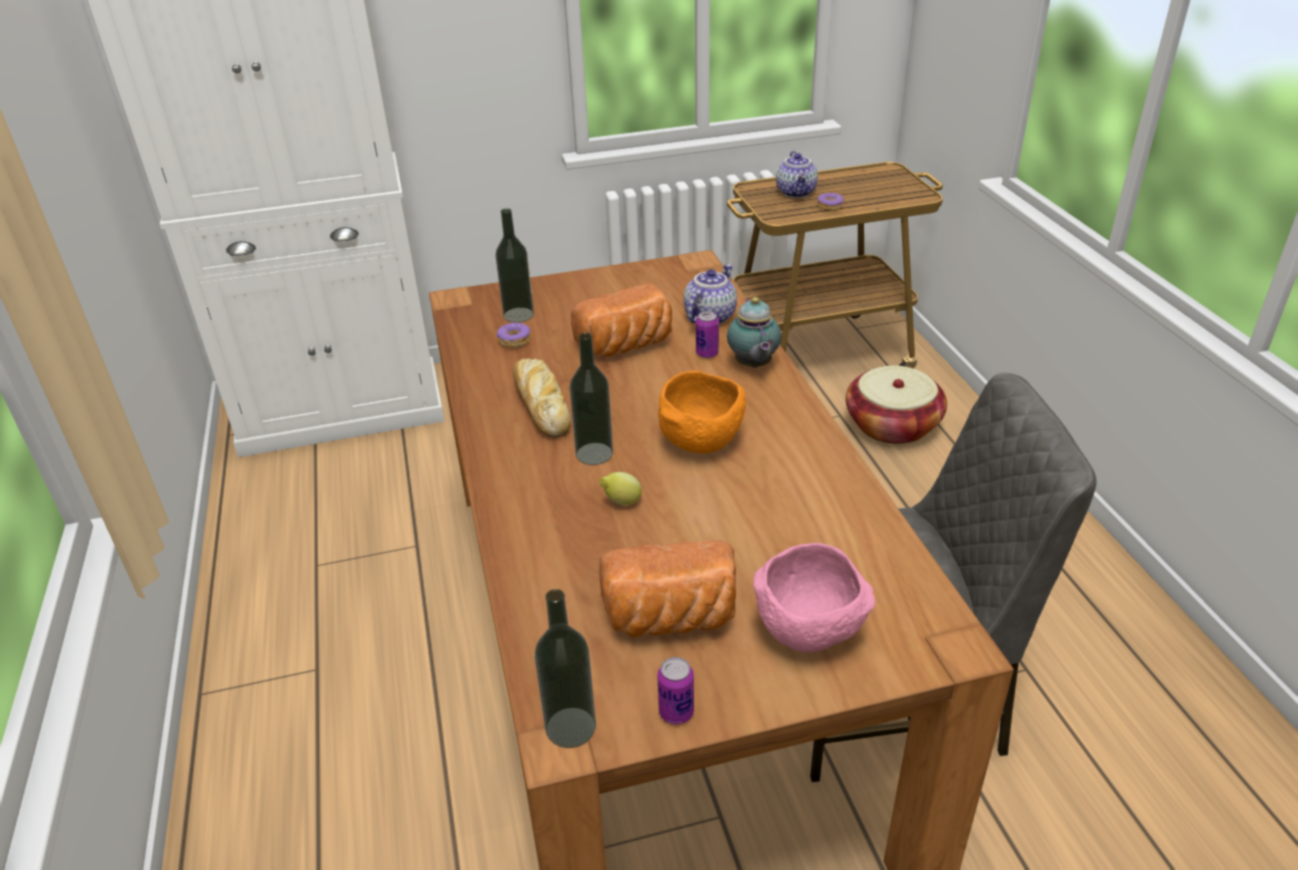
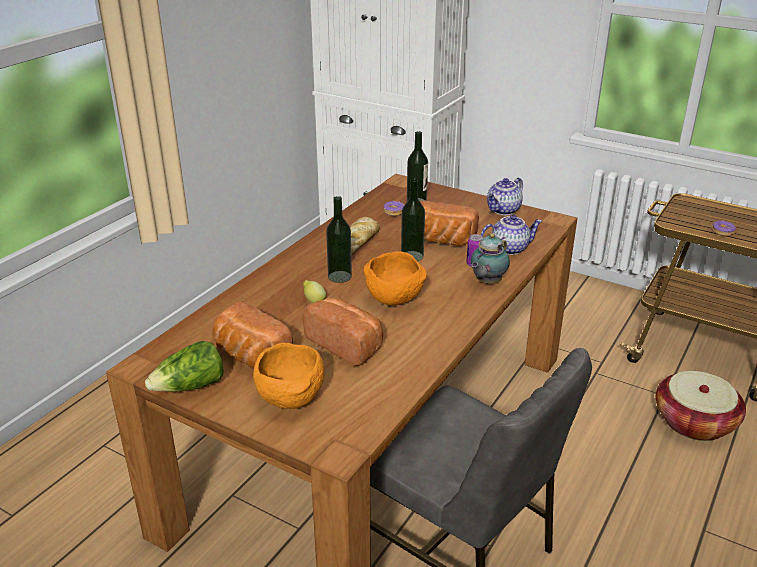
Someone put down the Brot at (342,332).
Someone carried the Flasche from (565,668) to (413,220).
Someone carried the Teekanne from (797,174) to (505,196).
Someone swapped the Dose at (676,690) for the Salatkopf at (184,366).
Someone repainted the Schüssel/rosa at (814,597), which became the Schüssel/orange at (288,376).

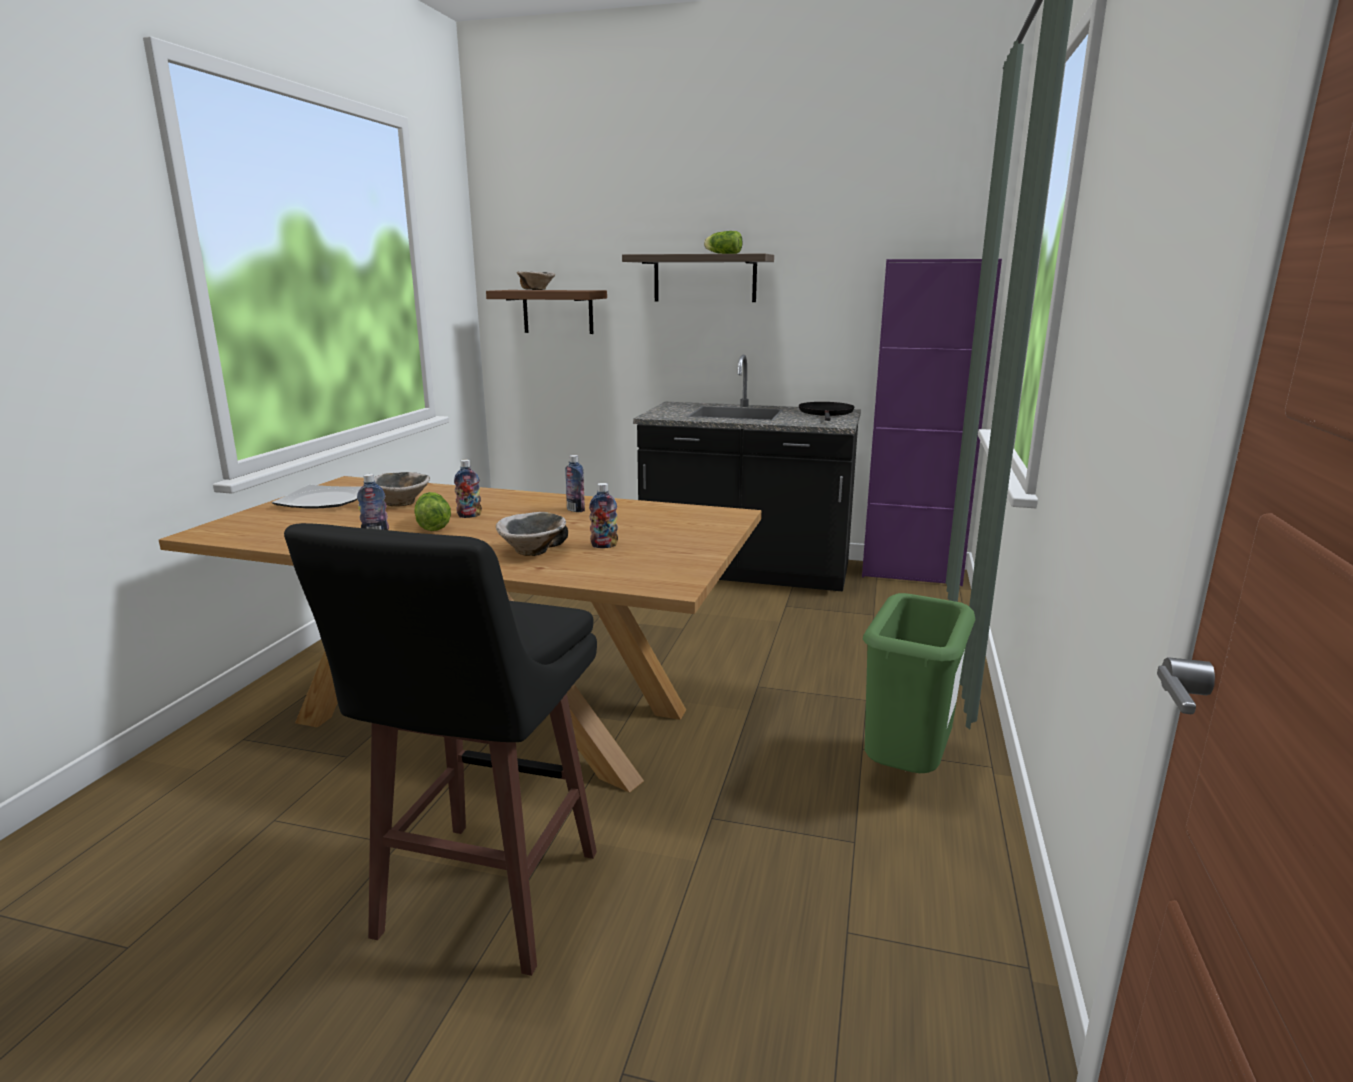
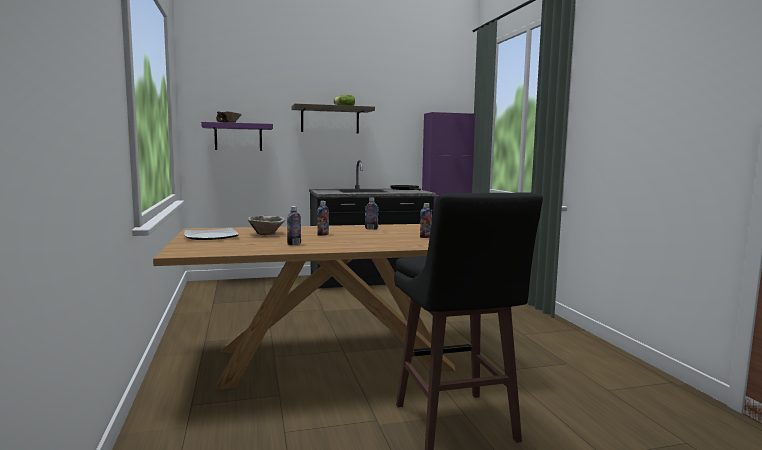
Someone took away the Salatkopf at (433,511).
Someone took away the Schüssel at (532,534).
Someone took away the Mülleimer/grün at (919,683).
Someone repainted the Wandregal/braun at (546,312), which became the Wandregal/lila at (237,136).

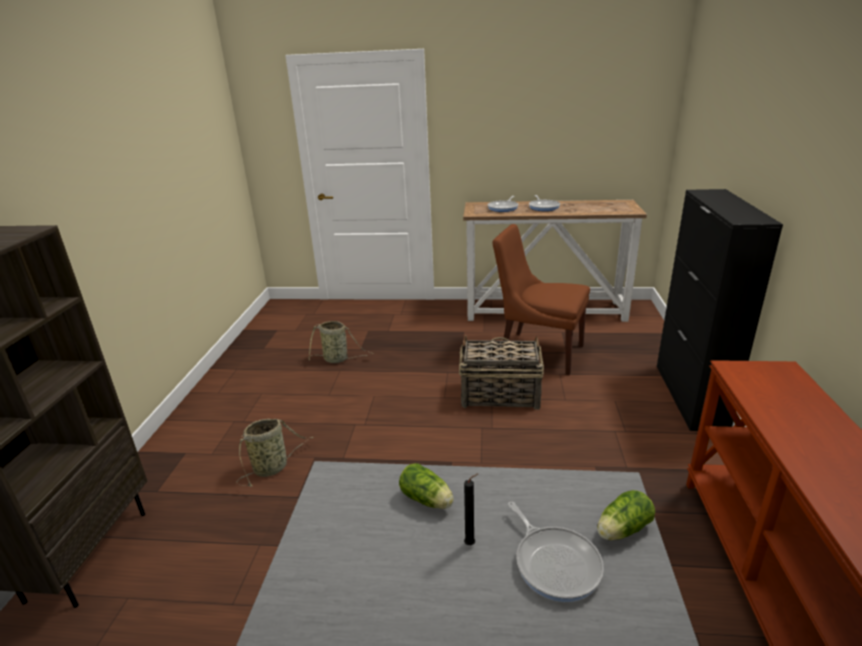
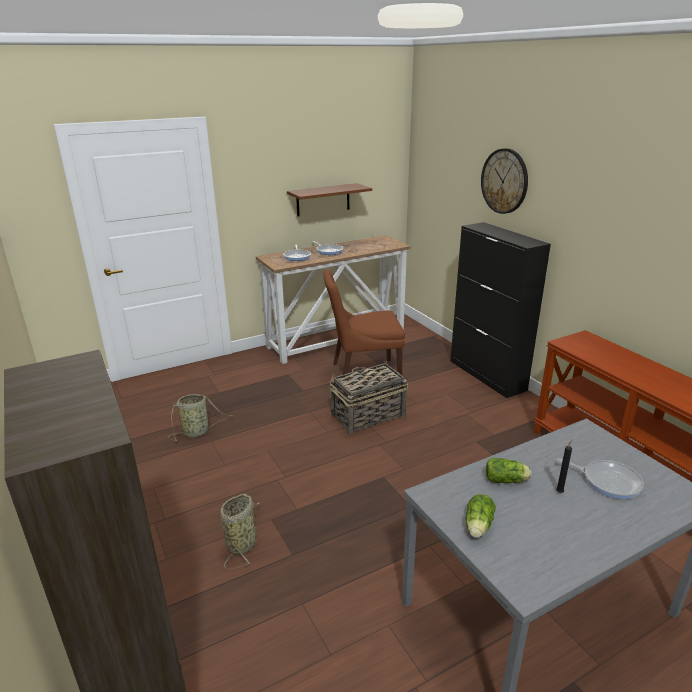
Someone put up the Wandregal/braun at (329,199).
Someone put up the Wanduhr at (504,181).
Someone carried the Salatkopf from (626,515) to (481,516).

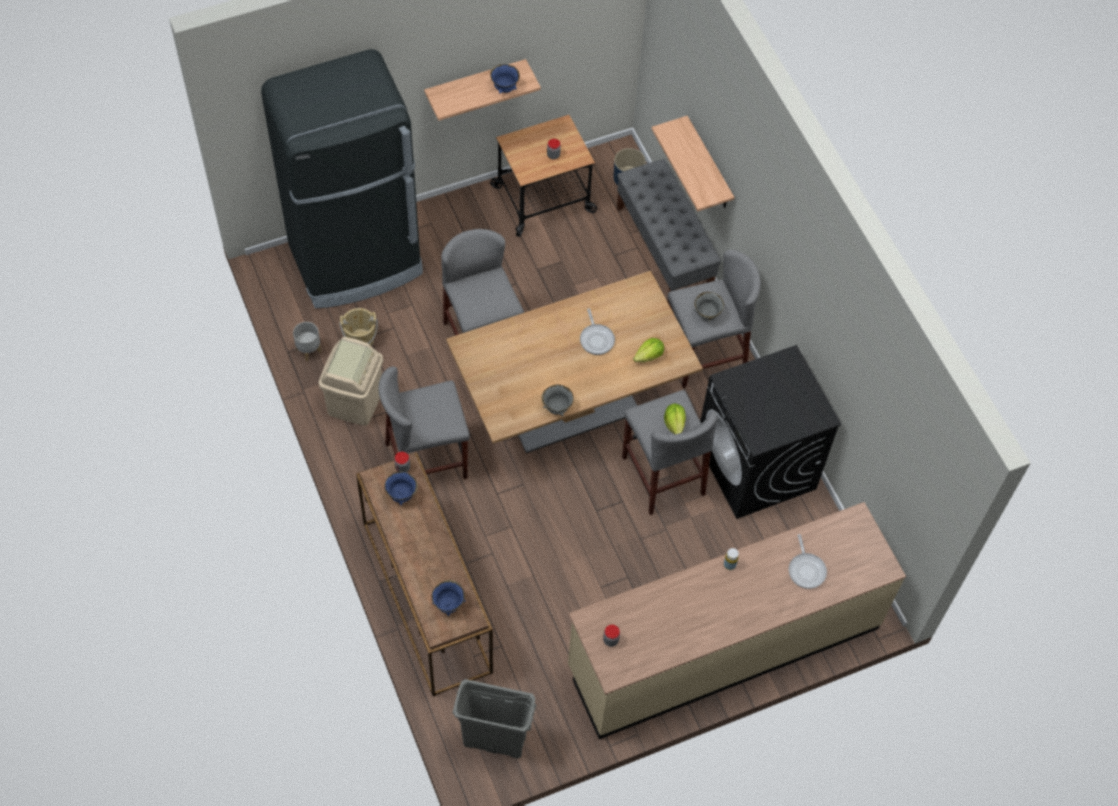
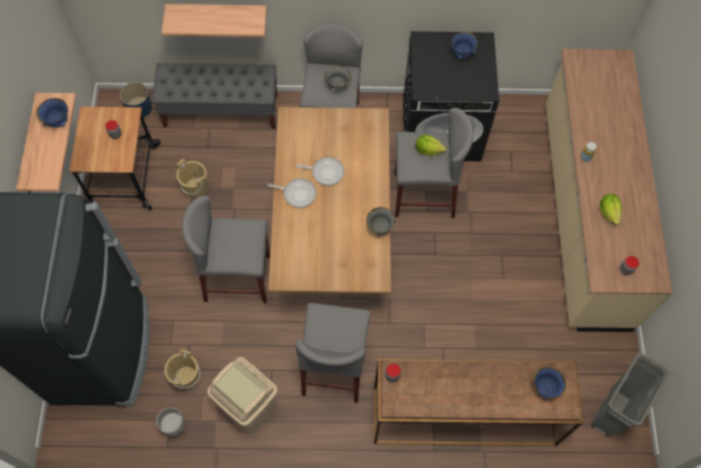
Someone put down the Eimer/beige at (191,178).
Someone carried the Schüssel/blau from (401,488) to (464,45).
Someone carried the Salatkopf from (648,350) to (611,209).
Someone carried the Pfanne from (808,561) to (291,193).

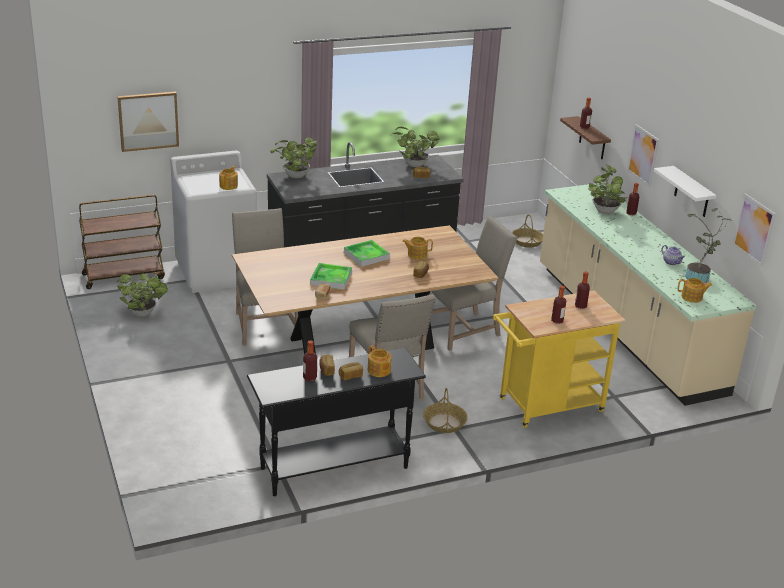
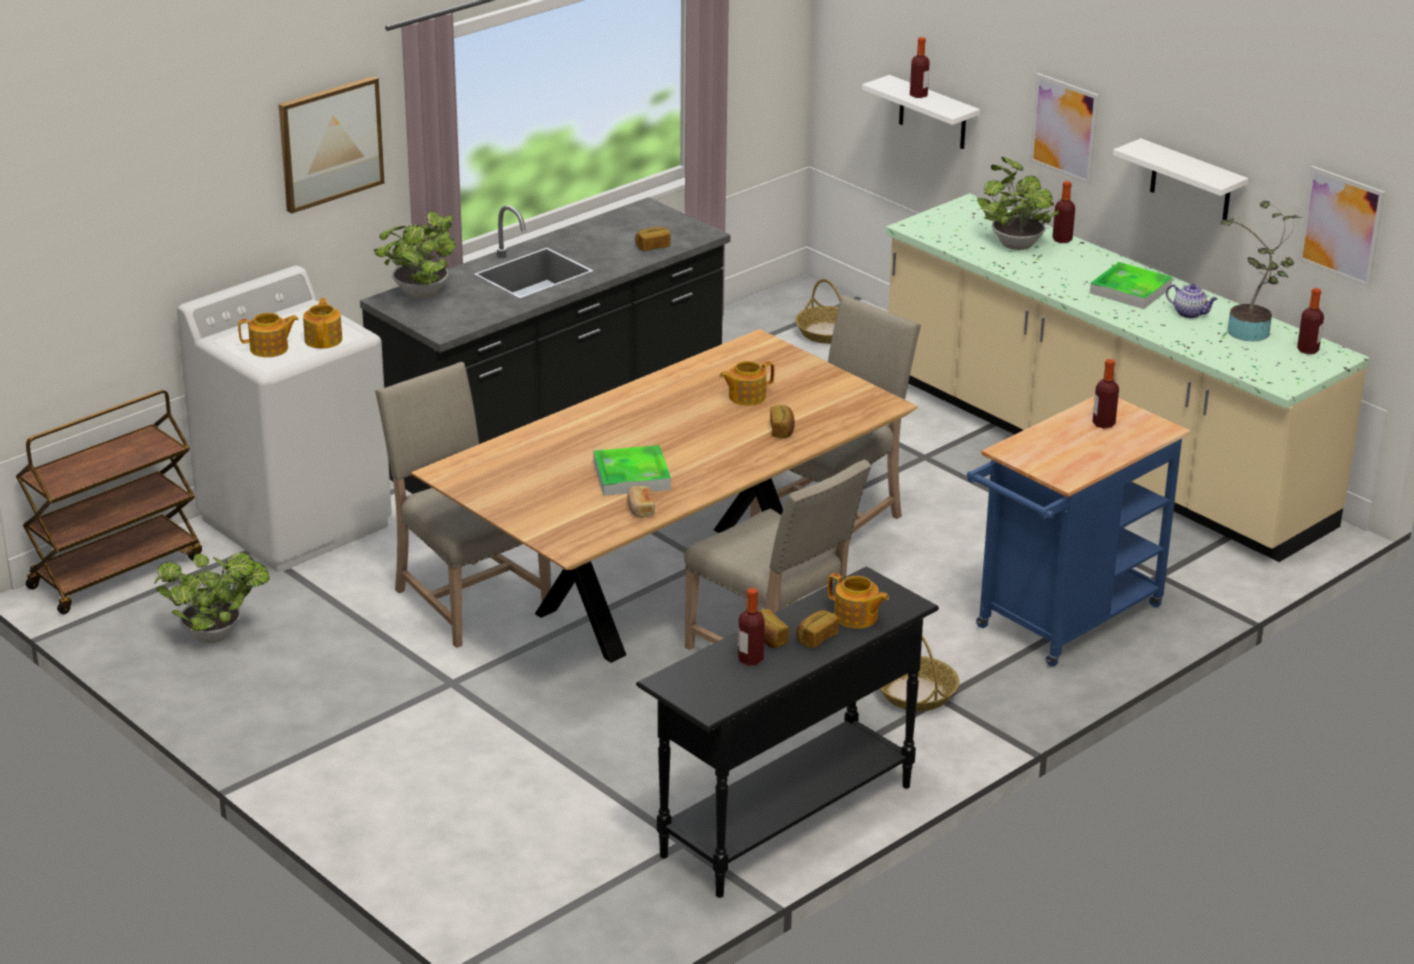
Someone took away the Topfpflanze at (415,147).
Someone carried the Bild from (148,122) to (331,145).
Someone carried the Tablett from (367,253) to (1131,285).
Someone carried the Flasche from (558,305) to (1310,321).
Someone carried the Teekanne from (695,290) to (268,335).
Someone repainted the Rollwagen/gelb at (559,359), which became the Rollwagen/blau at (1078,531).
Someone repainted the Wandregal/braun at (585,137), which became the Wandregal/weiß at (921,112).

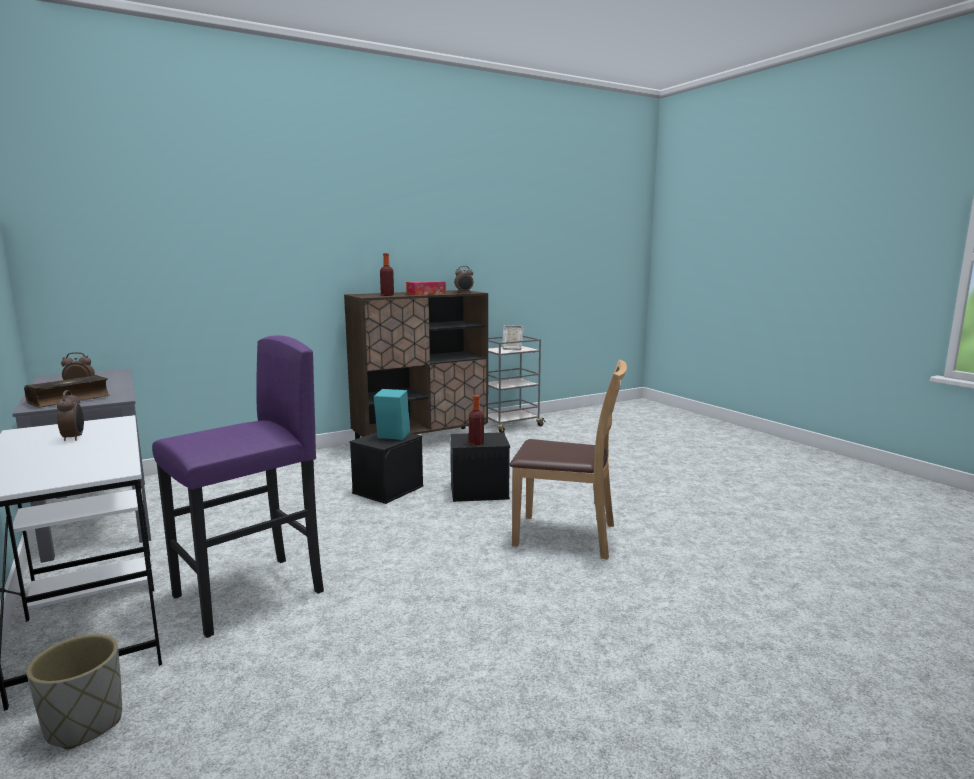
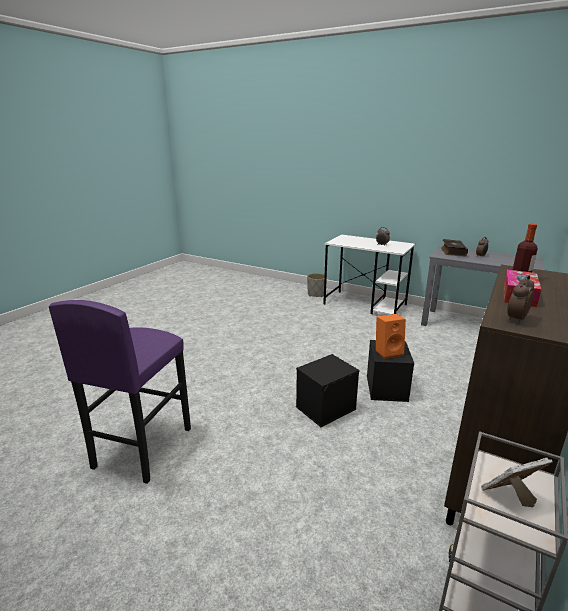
Someone took away the Flasche at (476,420).
Someone took away the Stuhl/braun at (568,460).
Someone carried the Hocker/lila from (238,486) to (120,392).
Someone repainted the Lautsprecher/türkis at (392,414), which became the Lautsprecher/orange at (391,336).

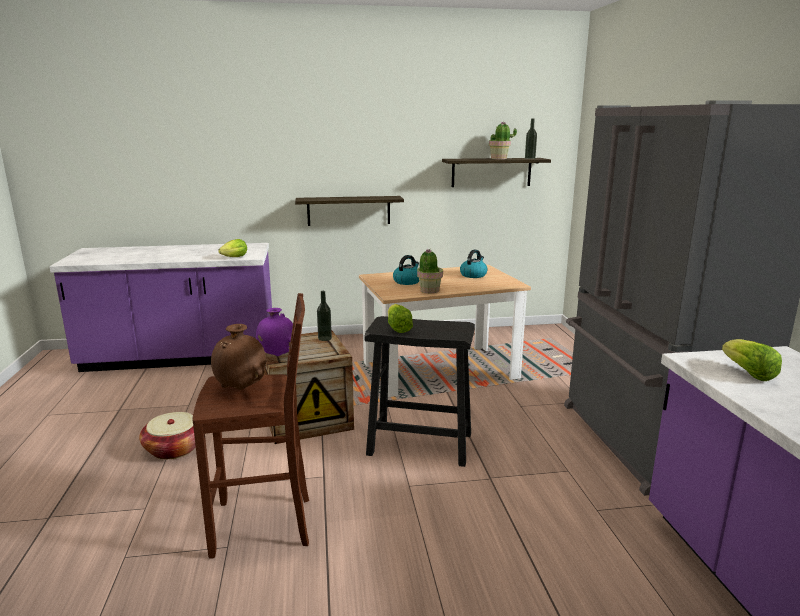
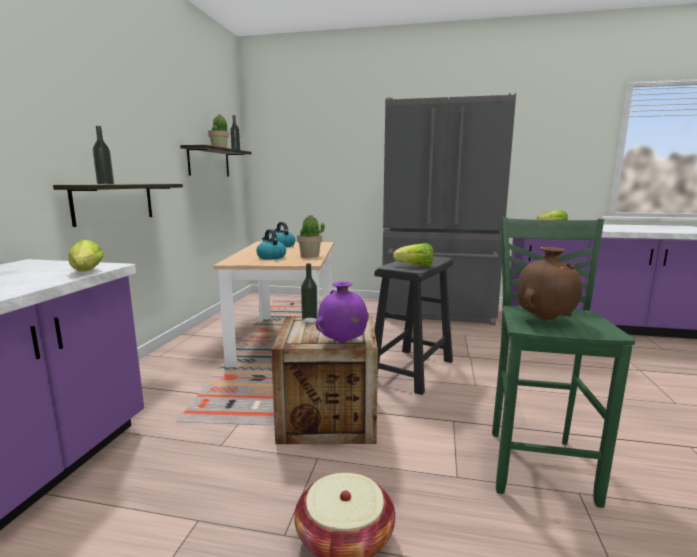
Someone put down the Flasche at (103,155).
Someone repainted the Hocker/braun at (250,426), which became the Hocker/grün at (563,362).

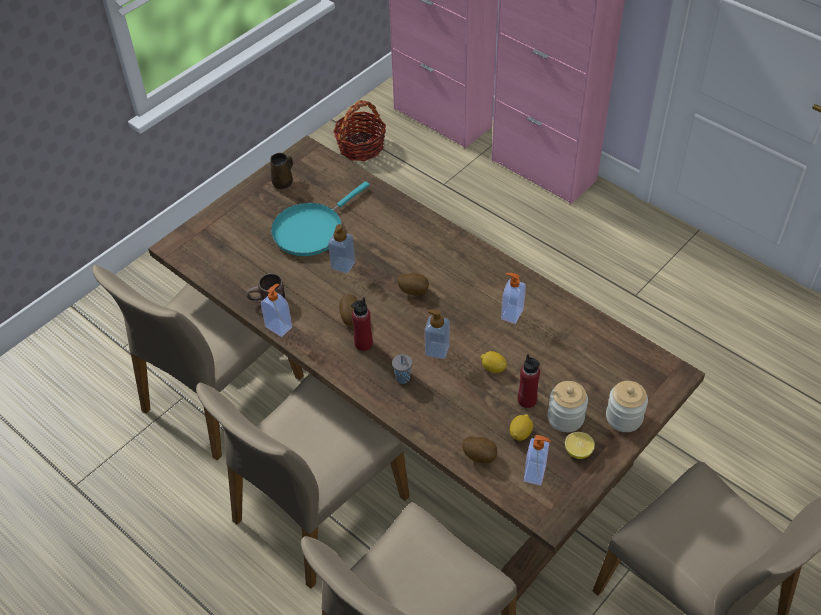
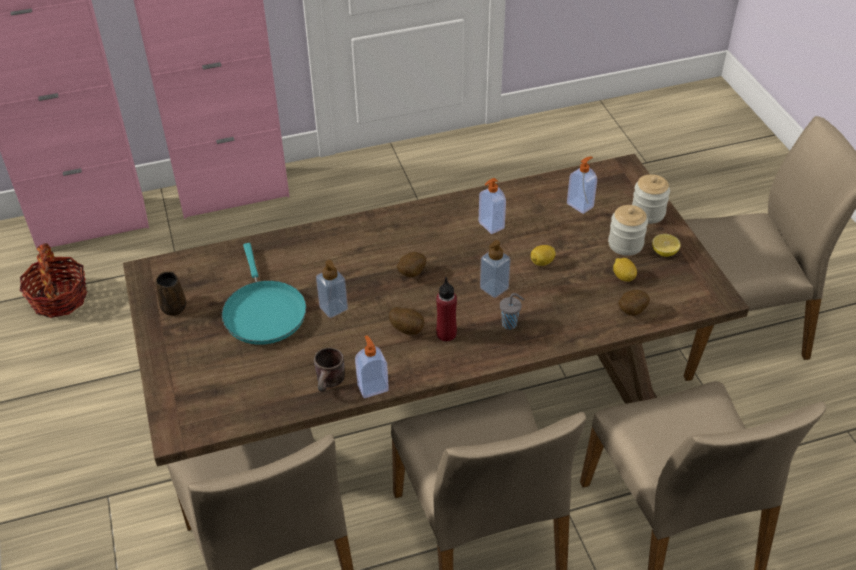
Someone took away the Flasche/rot at (529,381).
Someone carried the Seifenspender from (537,460) to (582,185).

